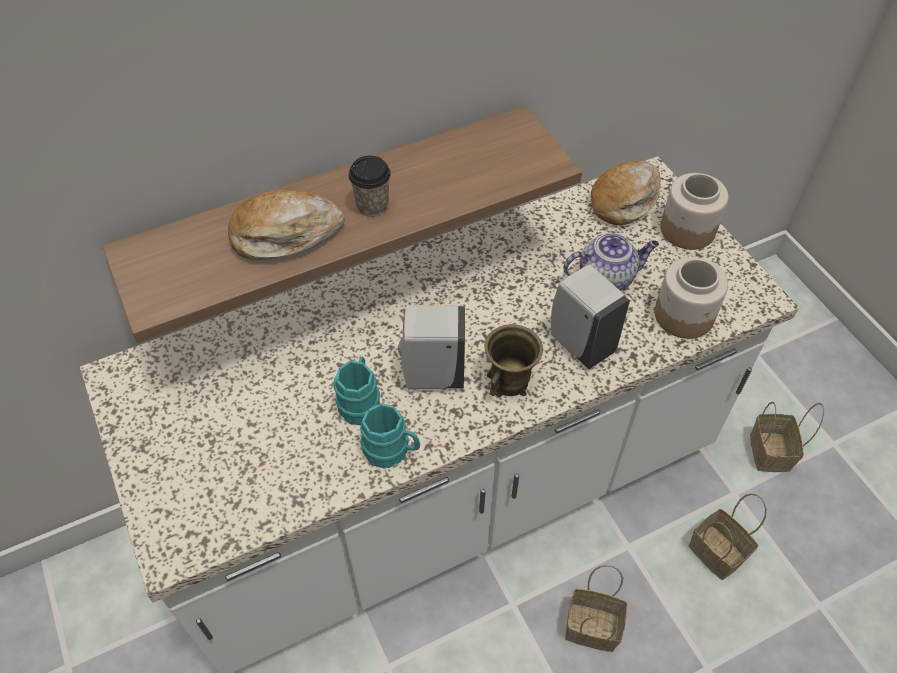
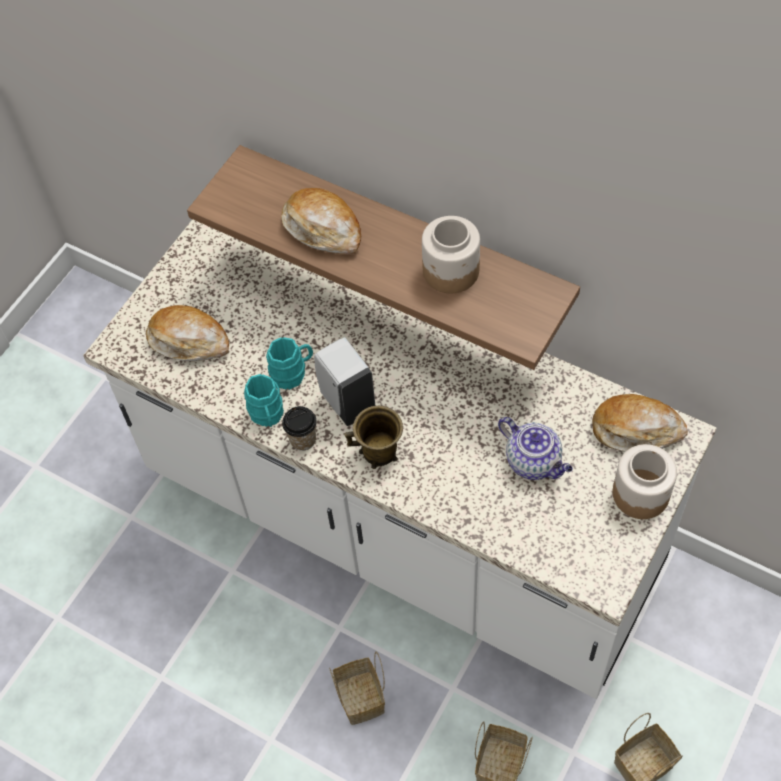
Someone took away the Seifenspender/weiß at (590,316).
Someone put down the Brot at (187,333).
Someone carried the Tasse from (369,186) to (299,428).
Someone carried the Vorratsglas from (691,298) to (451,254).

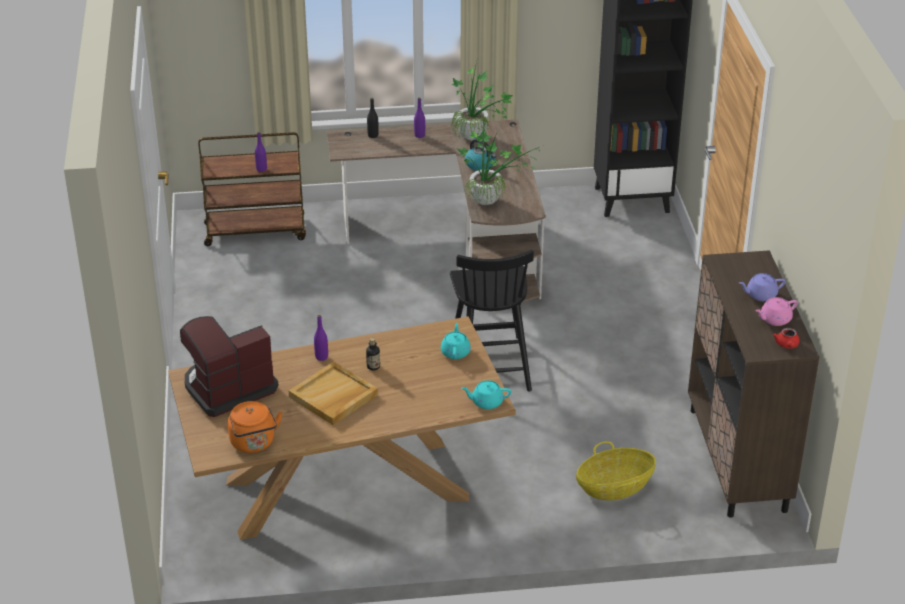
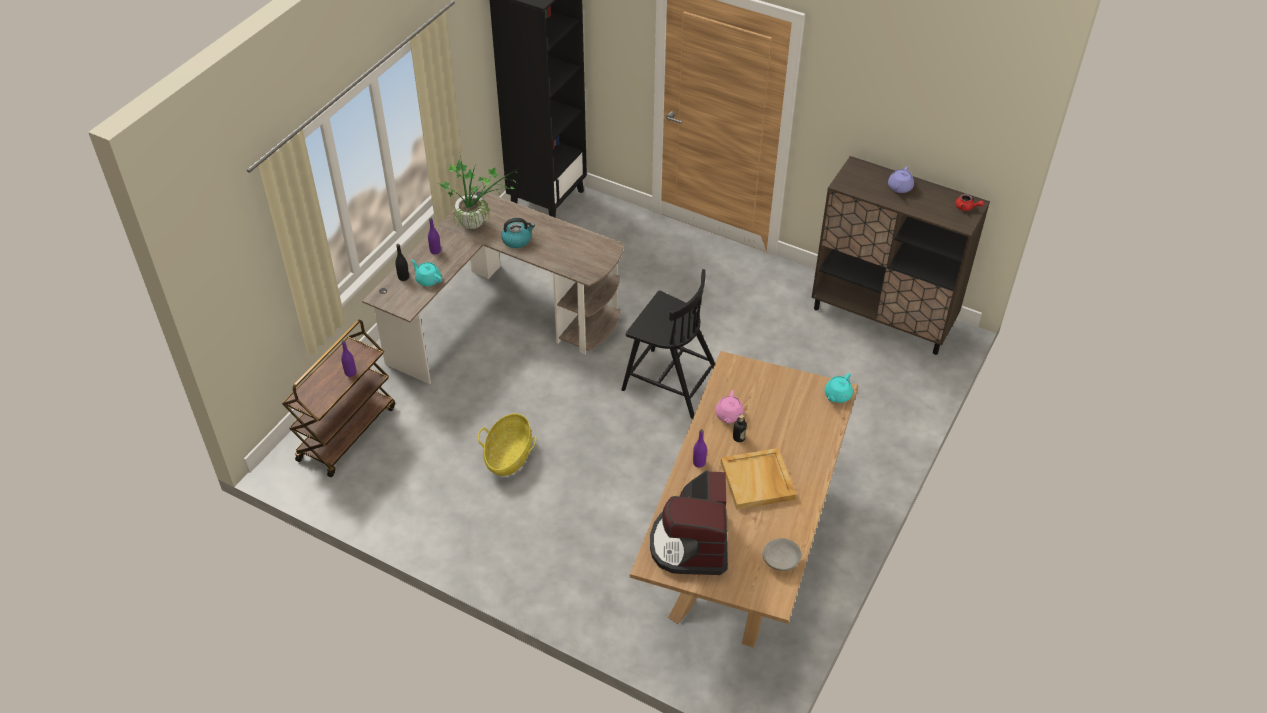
Someone took away the Topfpflanze at (498,165).
Someone carried the Teekanne/türkis from (456,341) to (426,272).
Someone carried the Korb from (616,471) to (507,444).
Someone carried the Teekanne/rosa from (776,311) to (729,407).
Someone swapped the Wasserkessel/orange at (255,427) for the Schüssel/grau at (782,554).

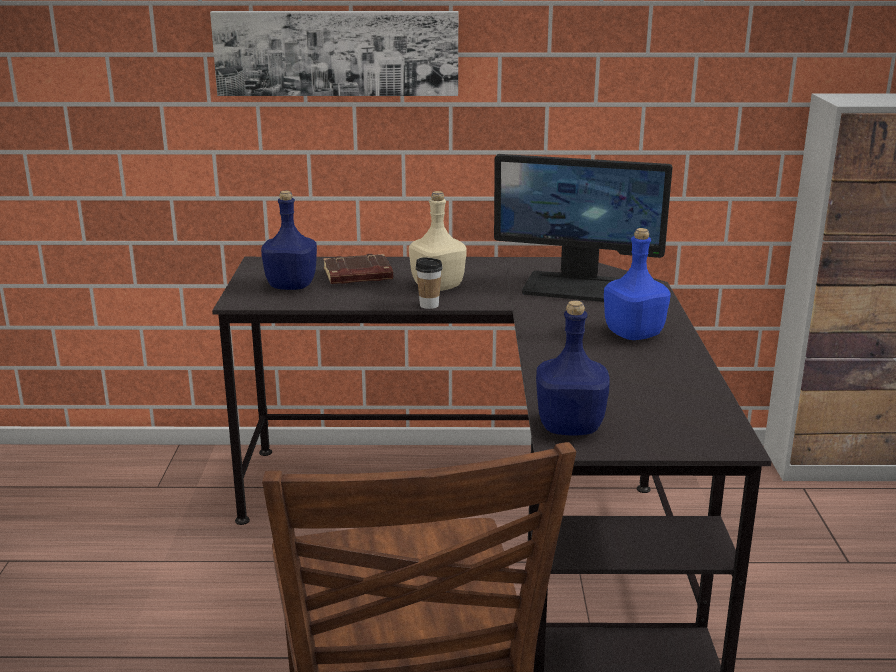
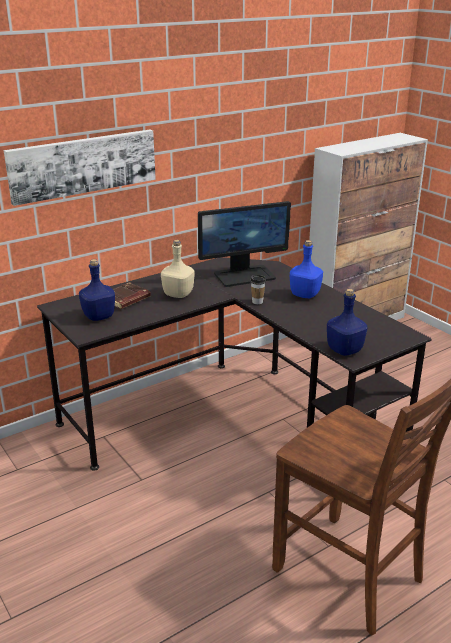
Someone carried the Tasse from (429,283) to (258,289).

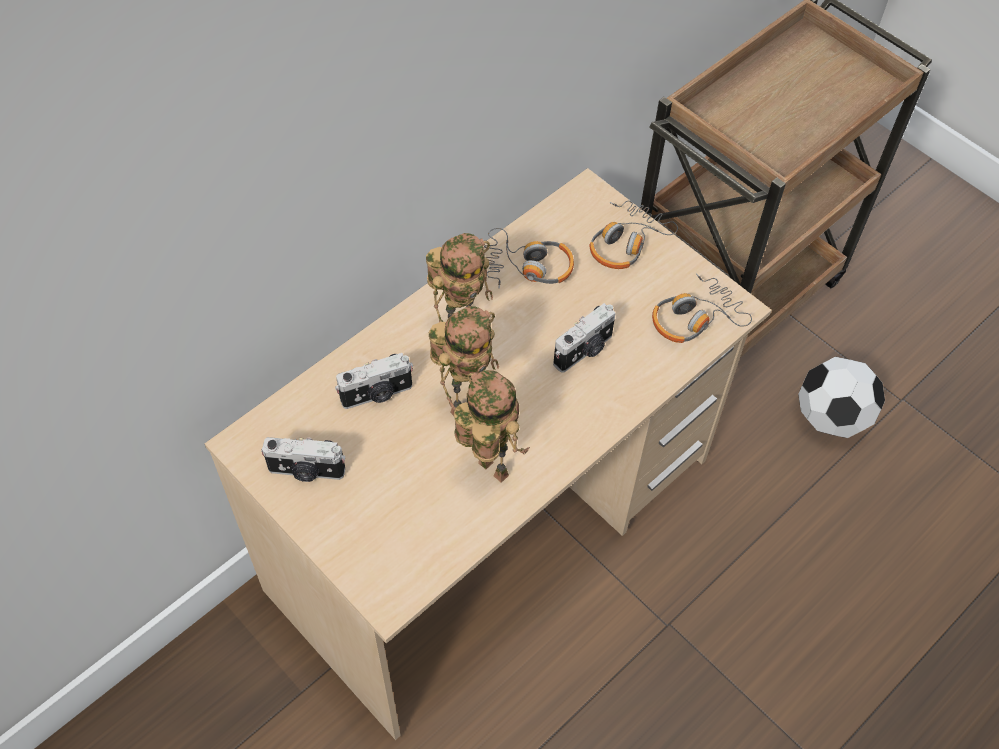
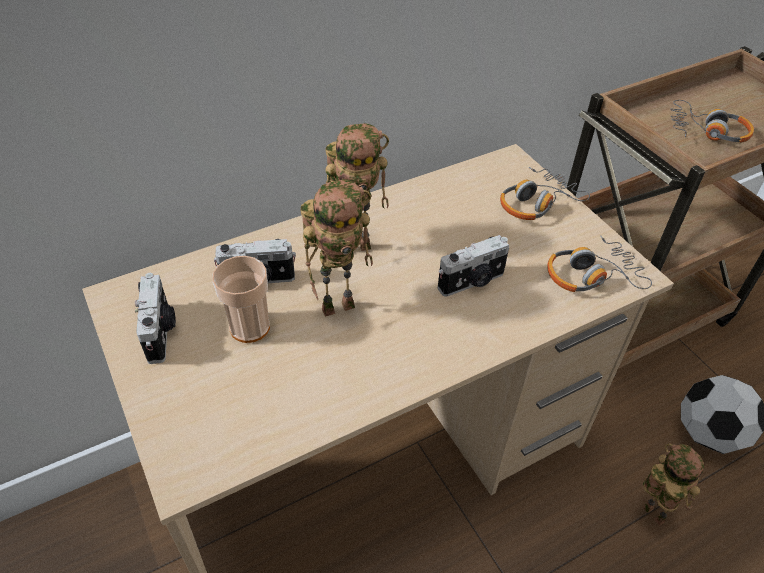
Someone put down the Tasse at (241,299).
Someone carried the Spielzeugroboter from (492,426) to (673,484).
Someone carried the Kopfhörer from (529,258) to (712,121).
Someone rotated the Kamera at (303,459) by 120 degrees counterclockwise.

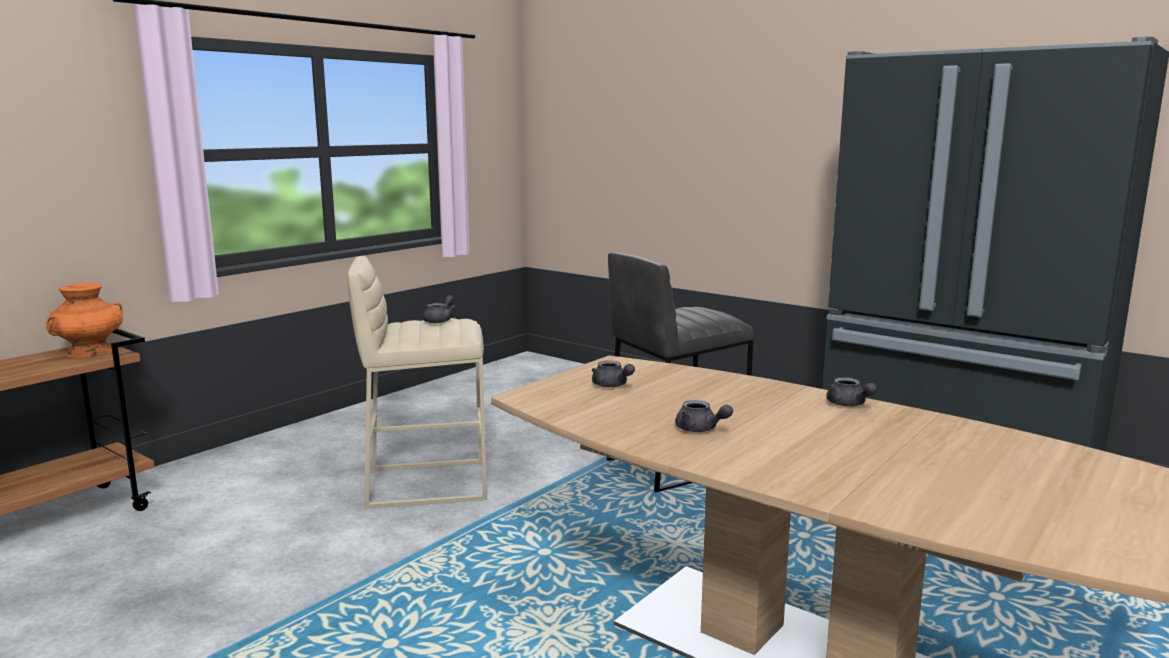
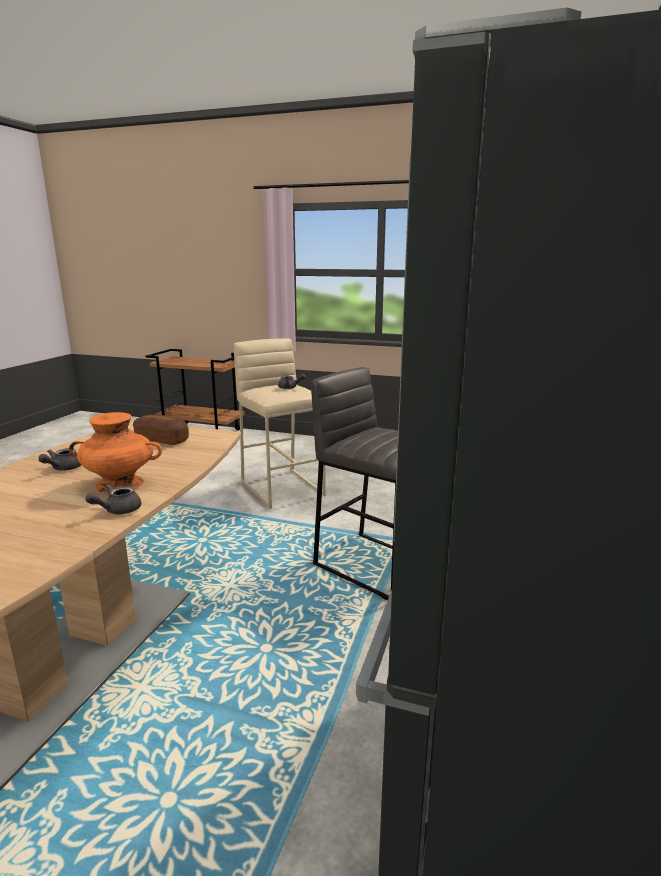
Someone carried the Vase/orange from (84,320) to (115,452).
Someone swapped the Teekanne/grau at (613,374) for the Brot at (161,430).

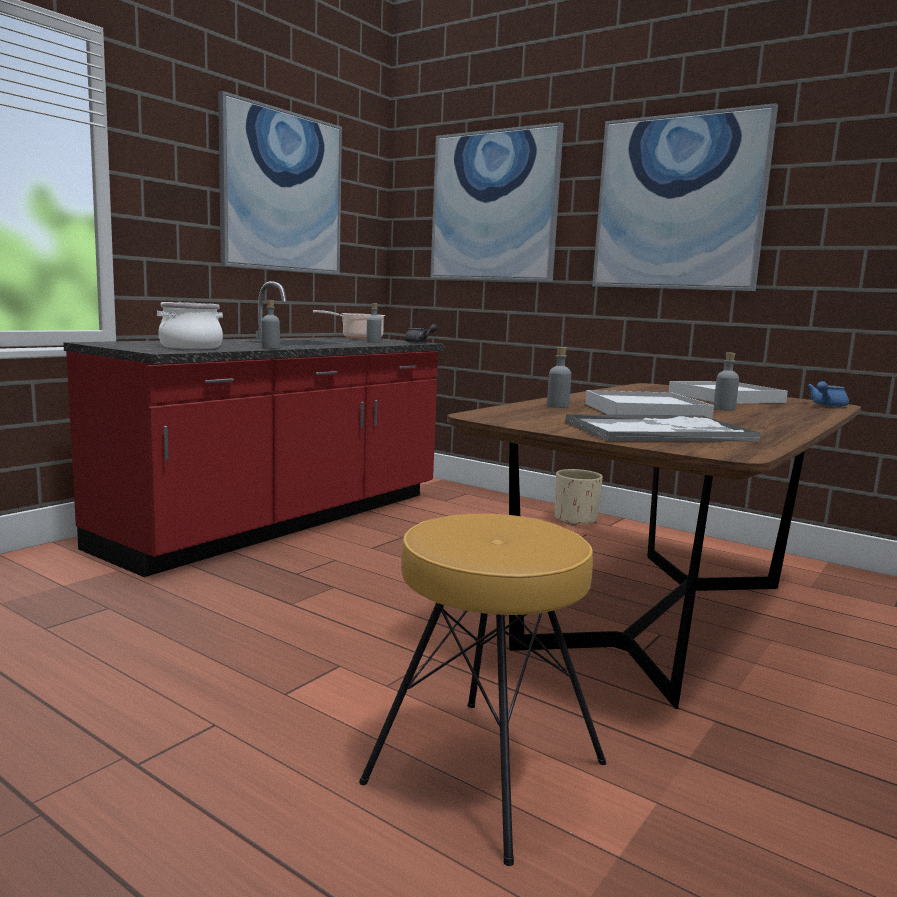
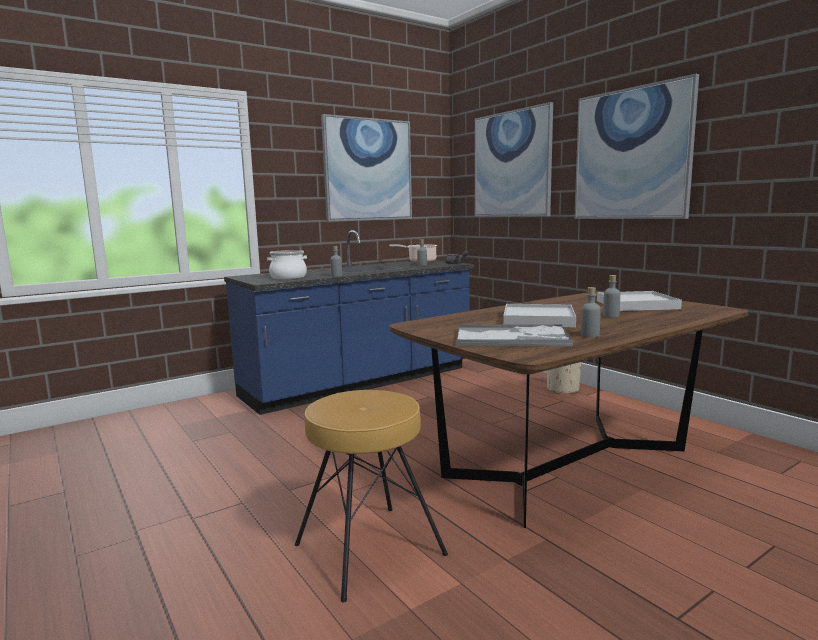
Someone took away the Teekanne/blau at (828,394).
Someone carried the Flasche/grau from (559,377) to (591,312).
Someone repainted the Küchenzeile/rot at (254,429), which became the Küchenzeile/blau at (349,322).

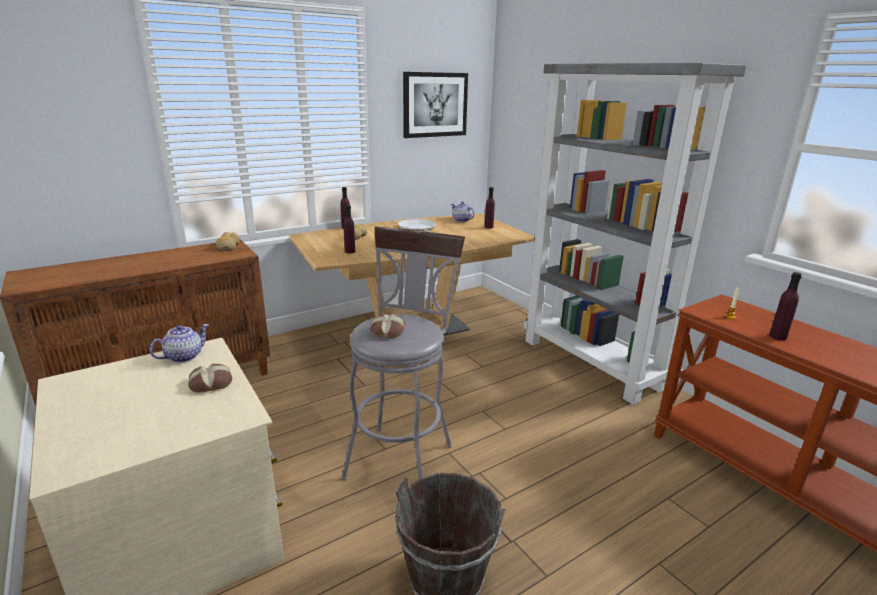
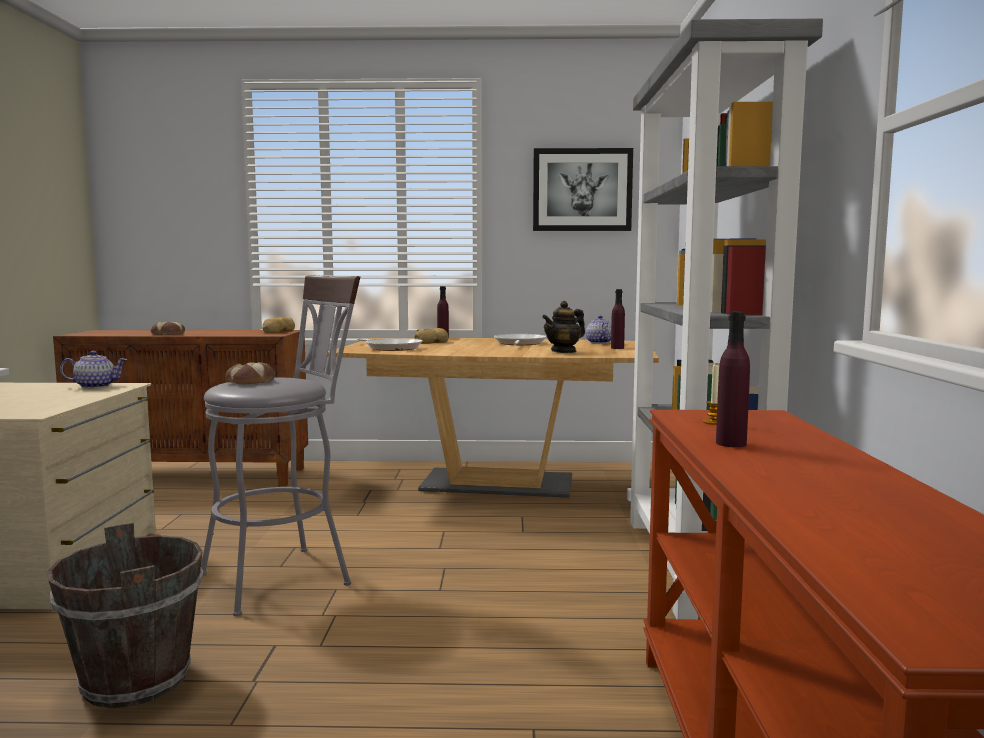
Someone put down the Teekanne at (563,327).
Someone carried the Brot from (210,378) to (168,328).
Someone swapped the Flasche/lila at (349,229) for the Pfanne at (389,344).

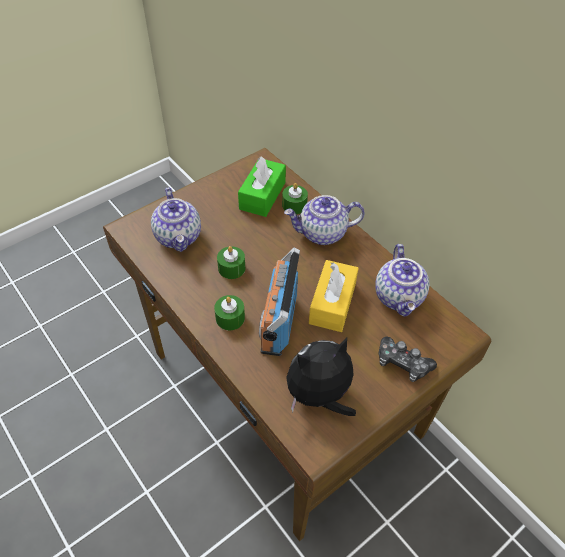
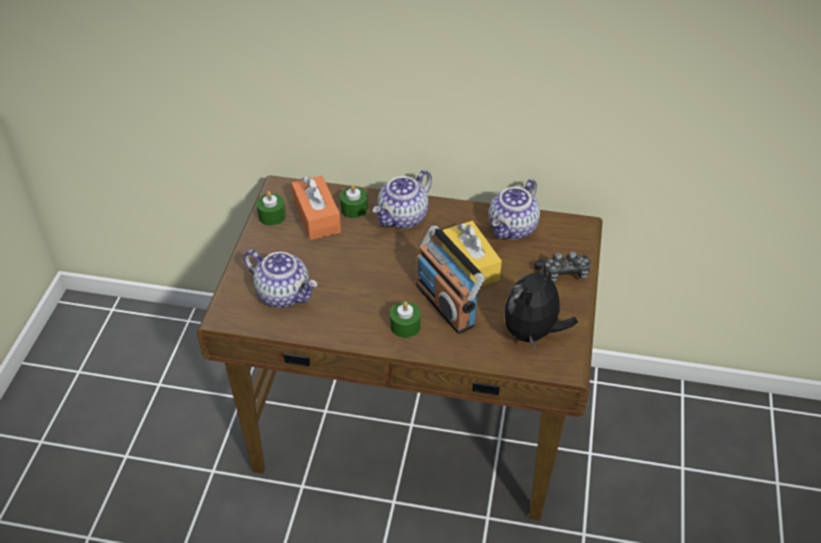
Someone carried the Kerze/grün from (231,262) to (271,208).
Someone repainted the Taschentuchbox/grün at (262,186), which became the Taschentuchbox/orange at (316,207).
Someone rotated the Teekanne at (402,280) by 75 degrees clockwise.

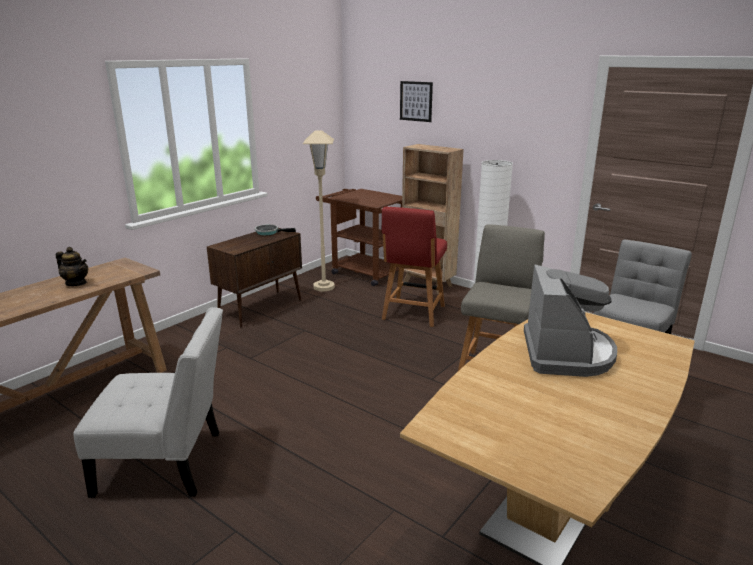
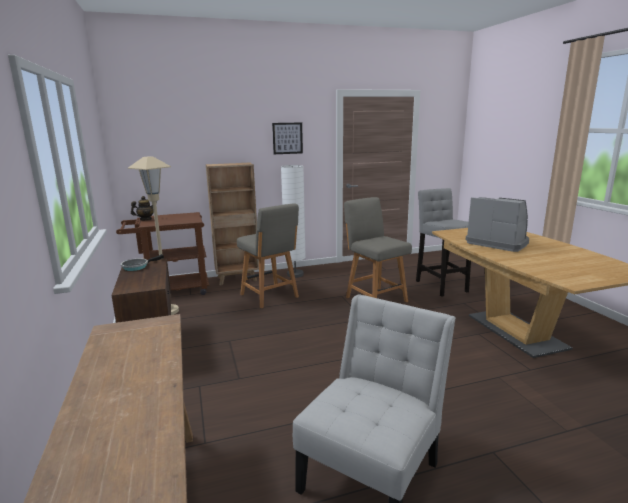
Someone carried the Teekanne from (72,266) to (142,208).
Someone carried the Bild from (416,101) to (287,138).
Someone repainted the Stuhl/rot at (414,267), which became the Stuhl/grau at (268,255).

